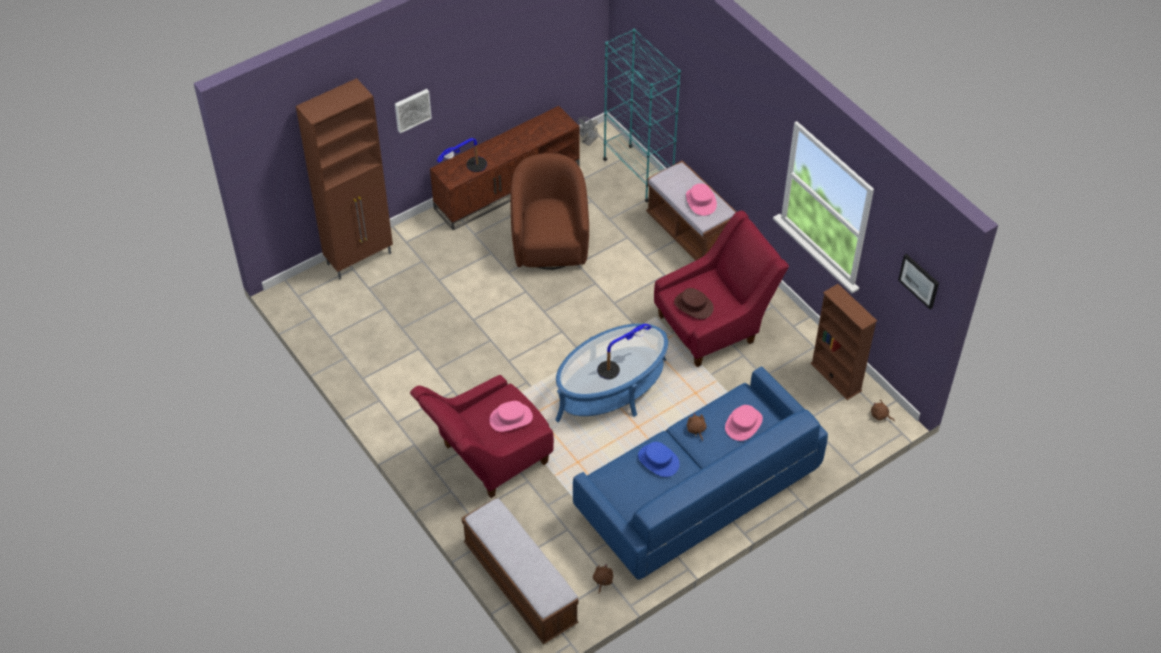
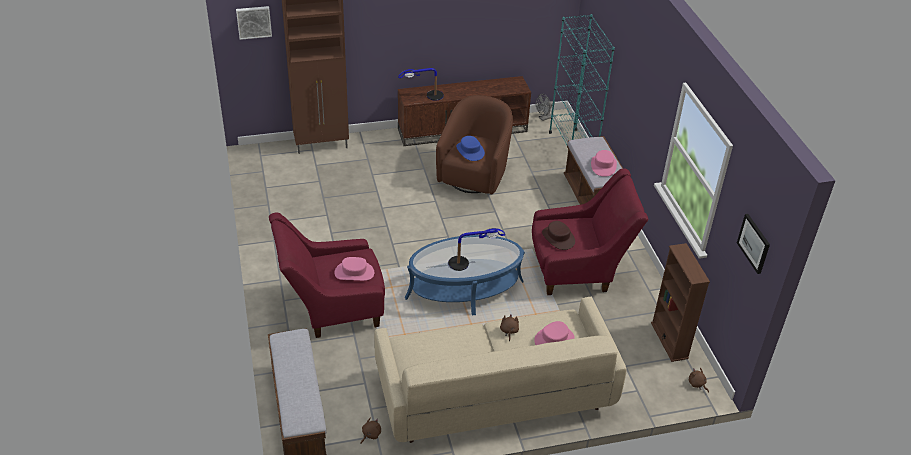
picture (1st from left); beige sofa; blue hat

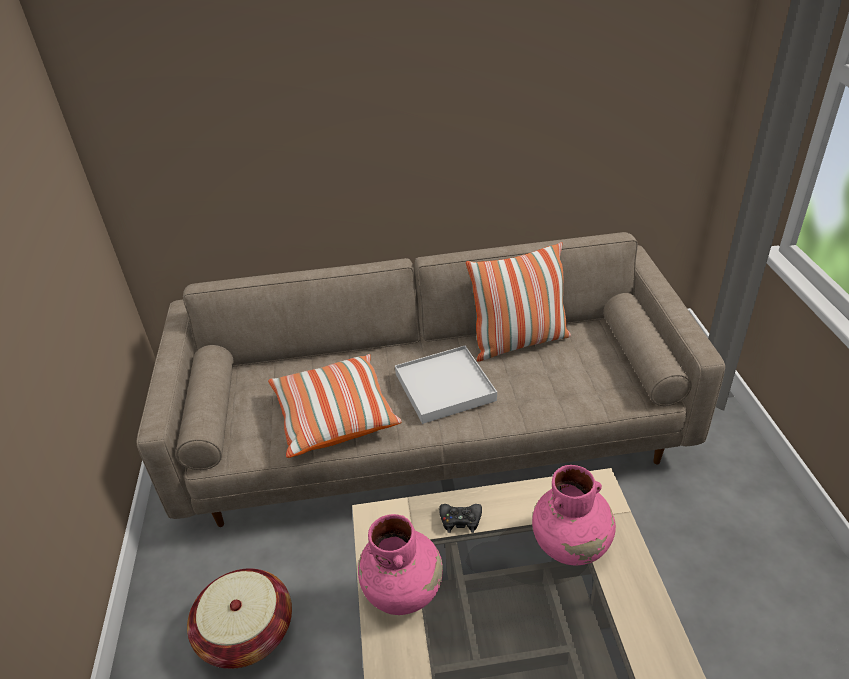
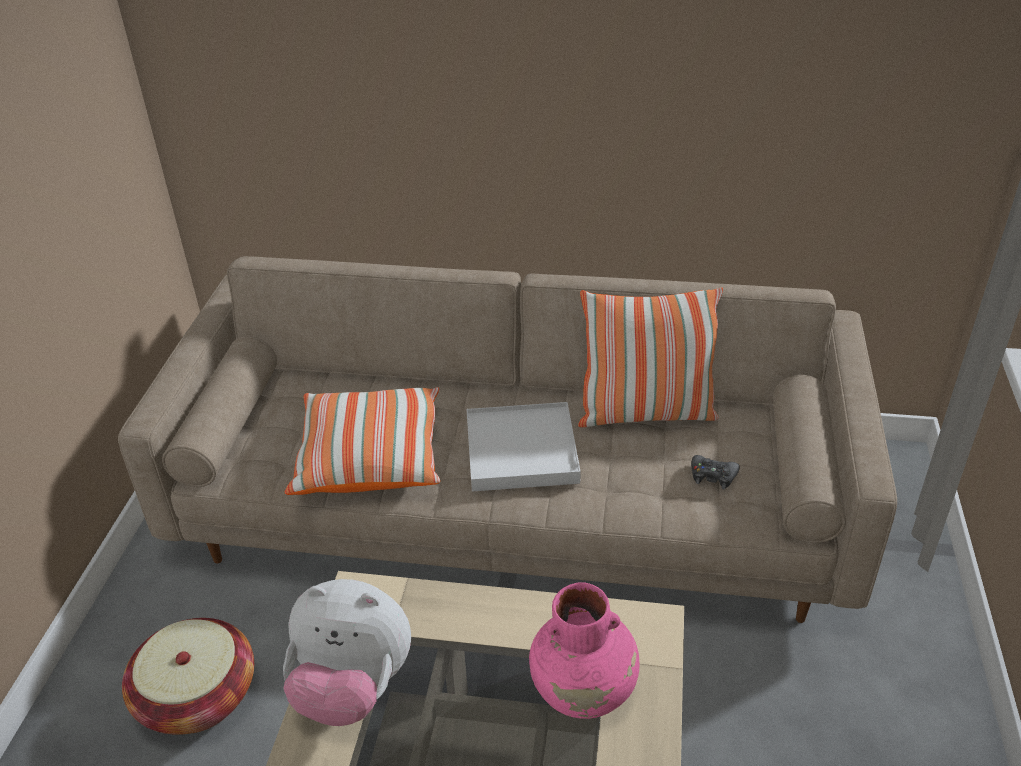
plush toy; black game controller

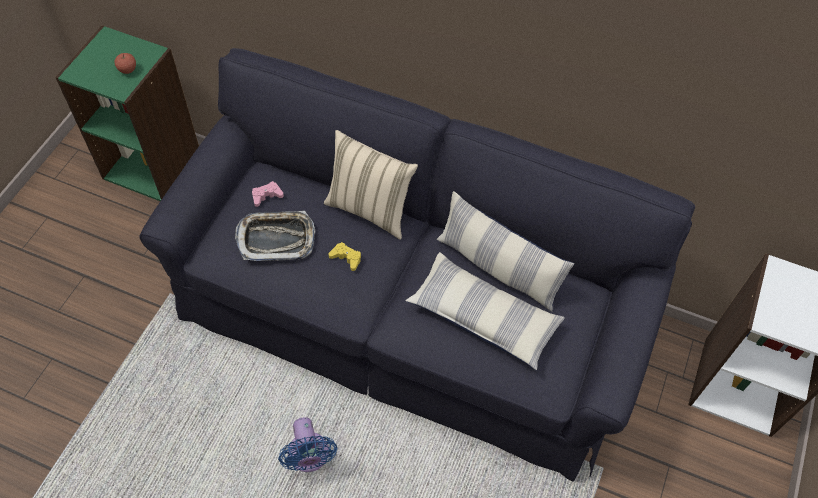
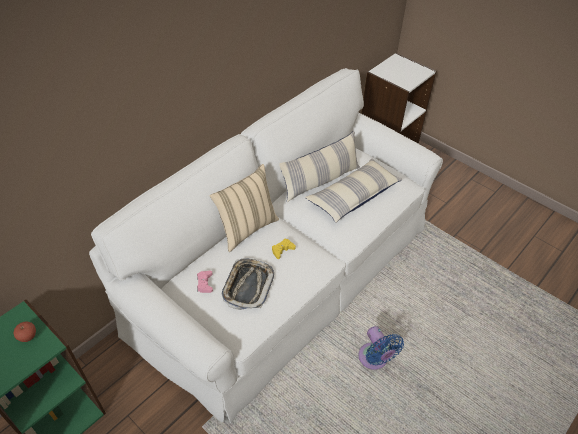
white sofa; blue fan

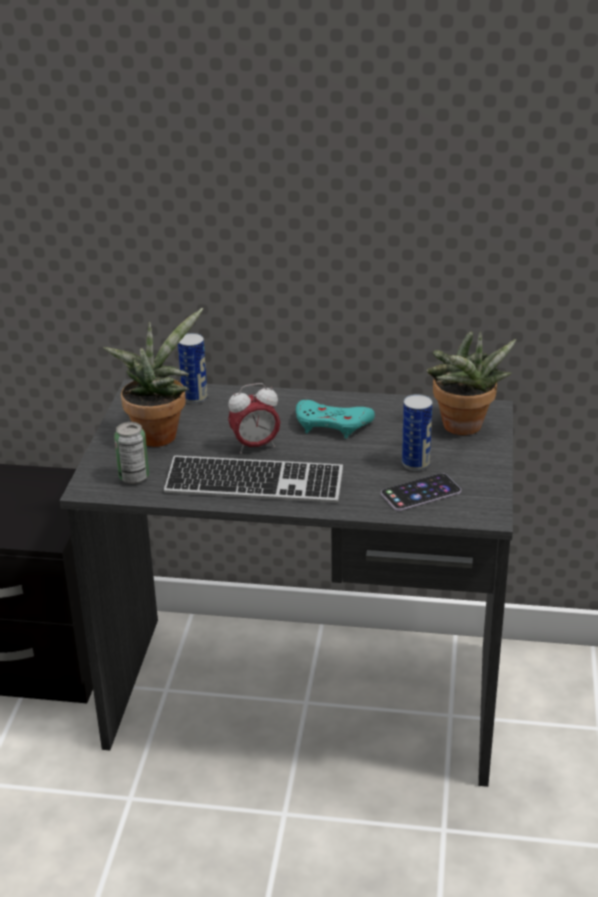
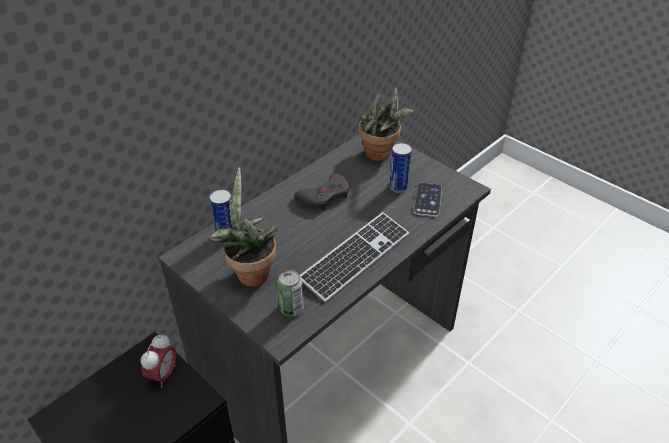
alarm clock; grey game controller

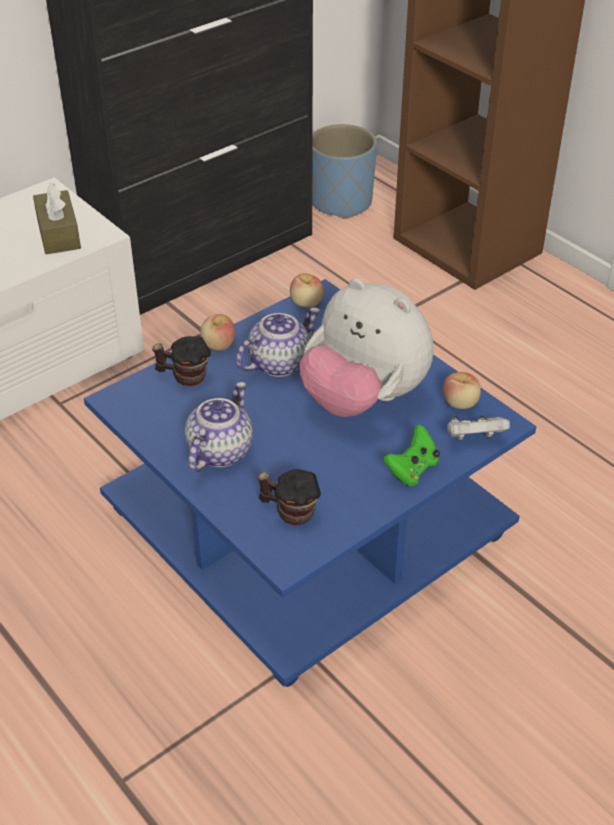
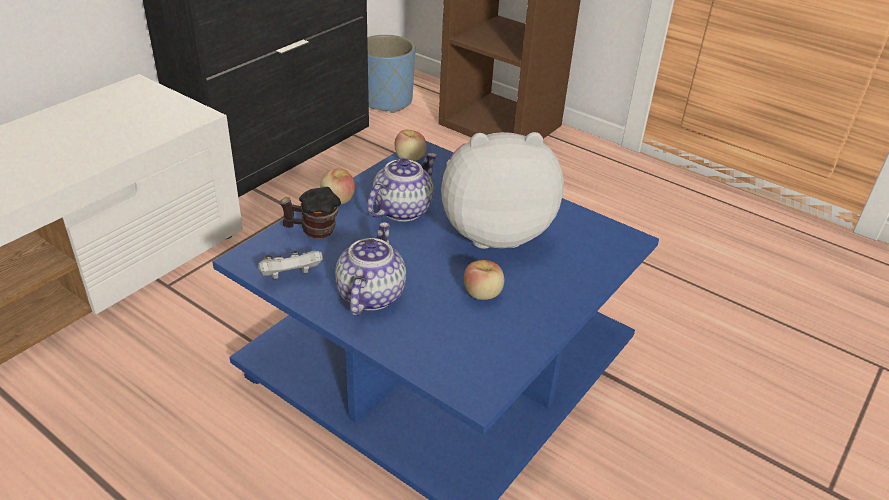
white game controller; plush toy; apple (3rd from left); brown tissue box; mug (2nd from left in the first image); green game controller

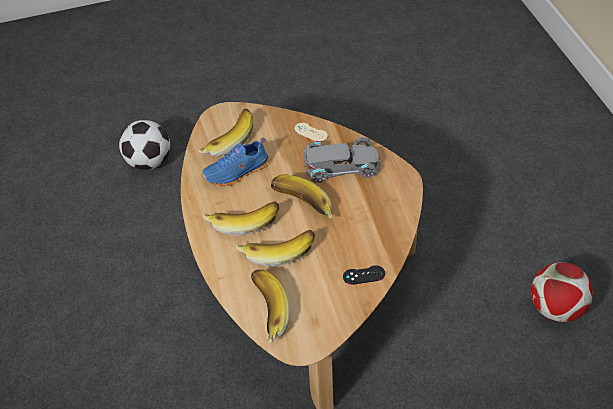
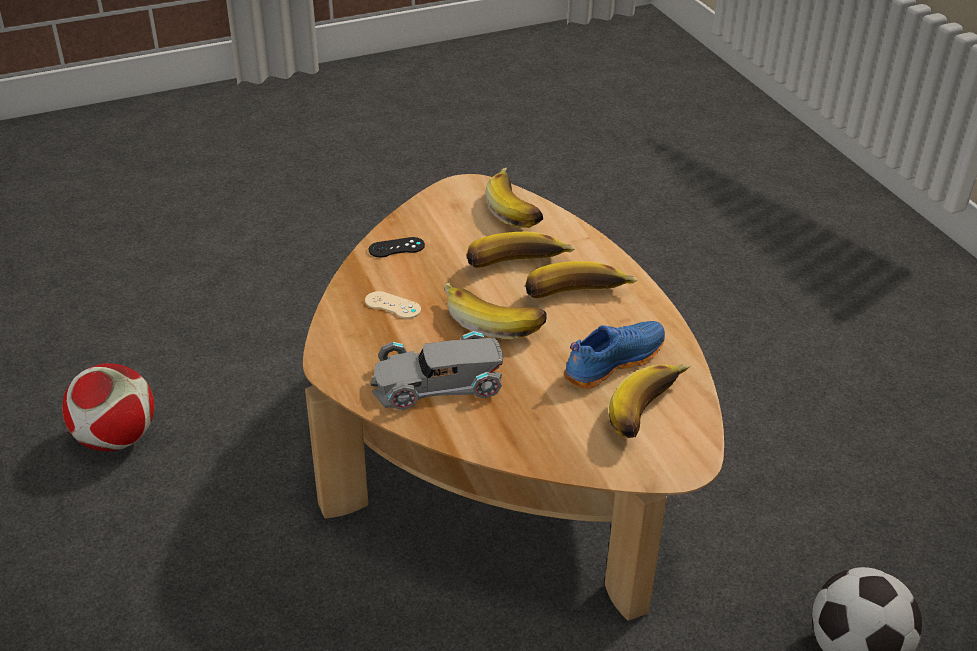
beige game controller

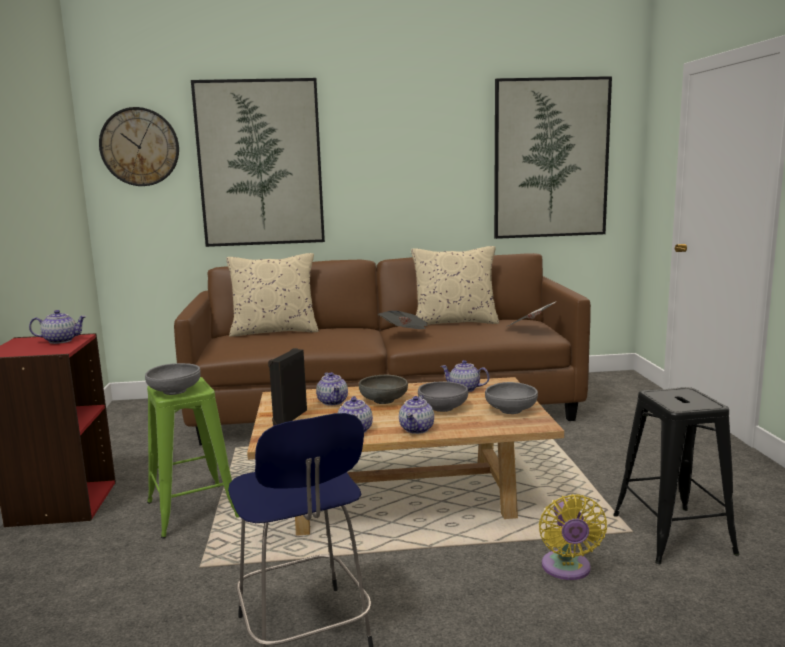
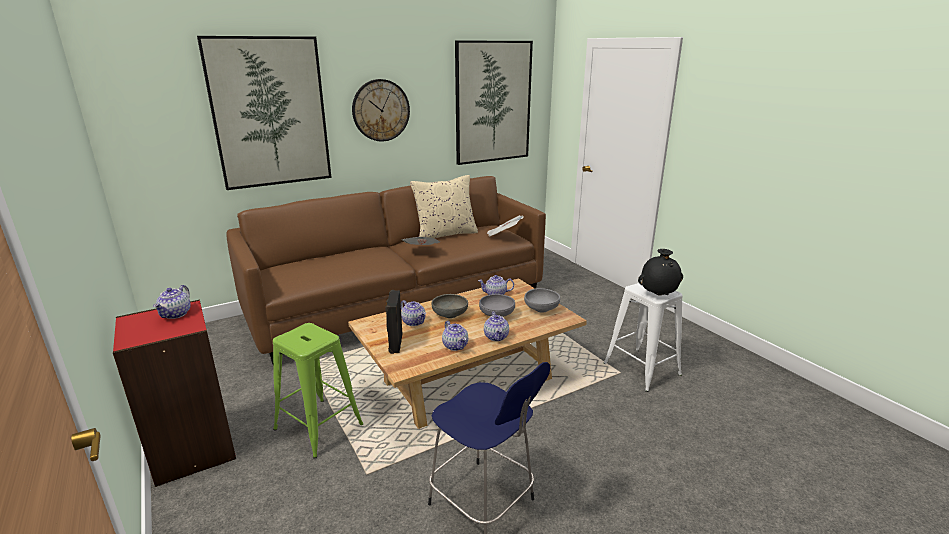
teapot (1st from left); wall clock; white stool; black vase; grey bowl (1st from left in the first image); beige pillow (1st from left in the first image); yellow fan

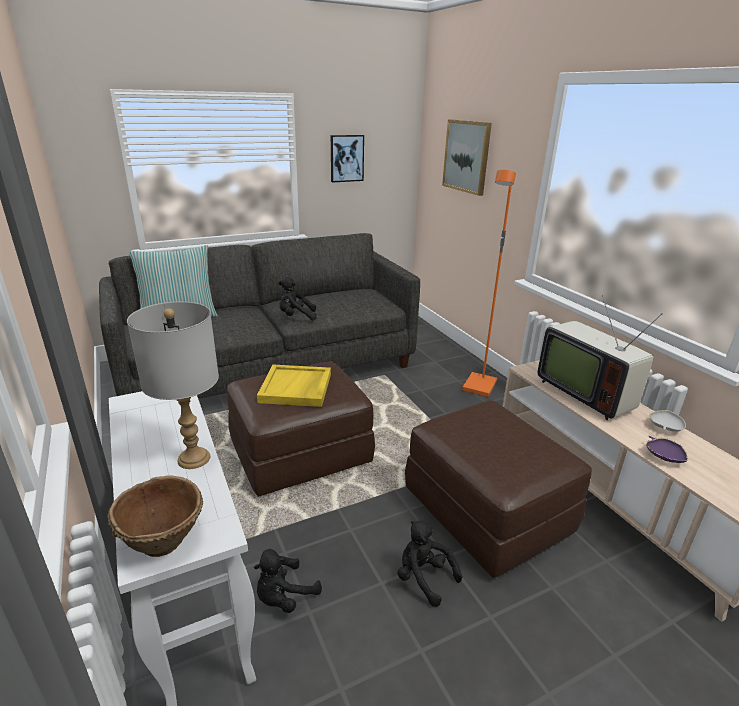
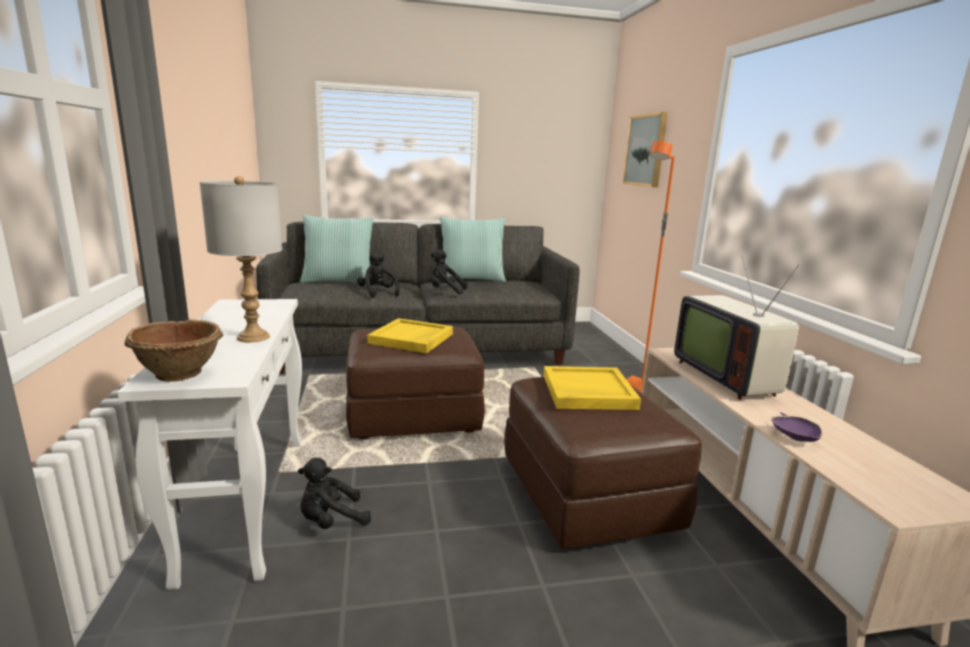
black plush toy (2nd from left); pillow (2nd from left); yellow tray (2nd from left); picture (1st from left in the first image); white bowl

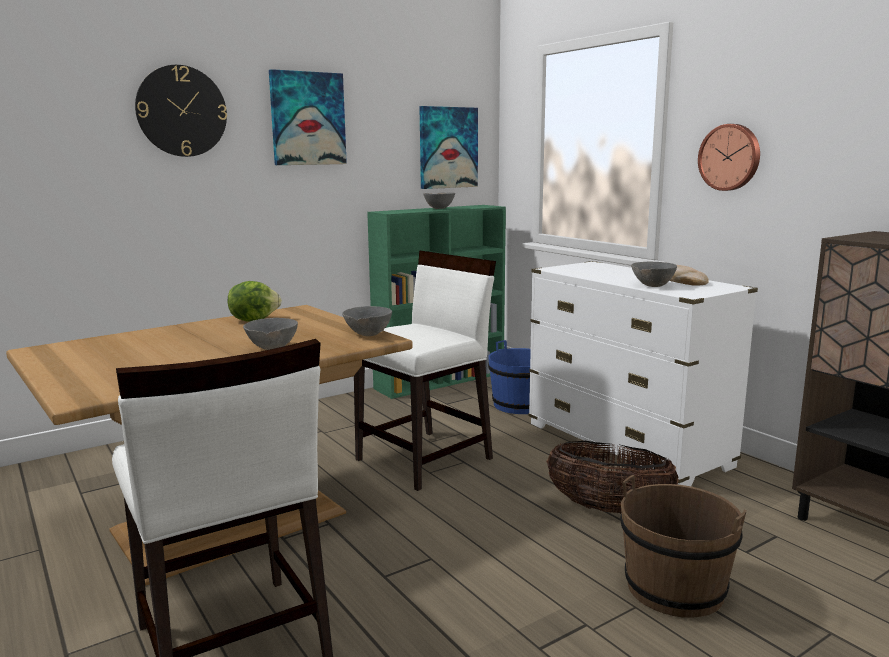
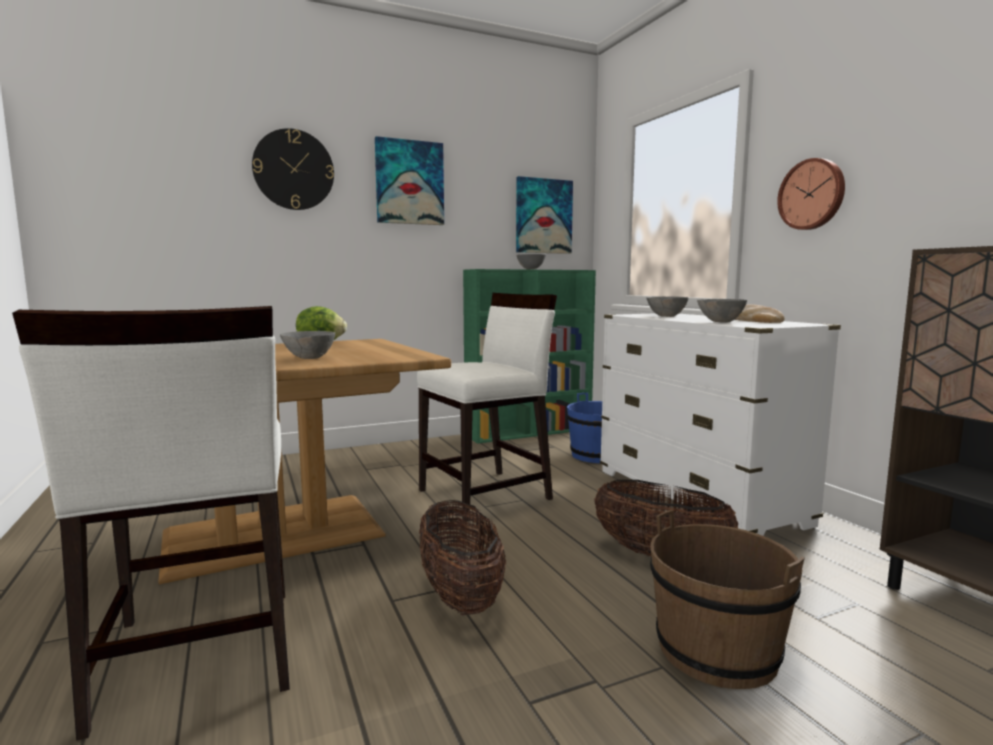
basket (1st from left); grey bowl (3rd from left)

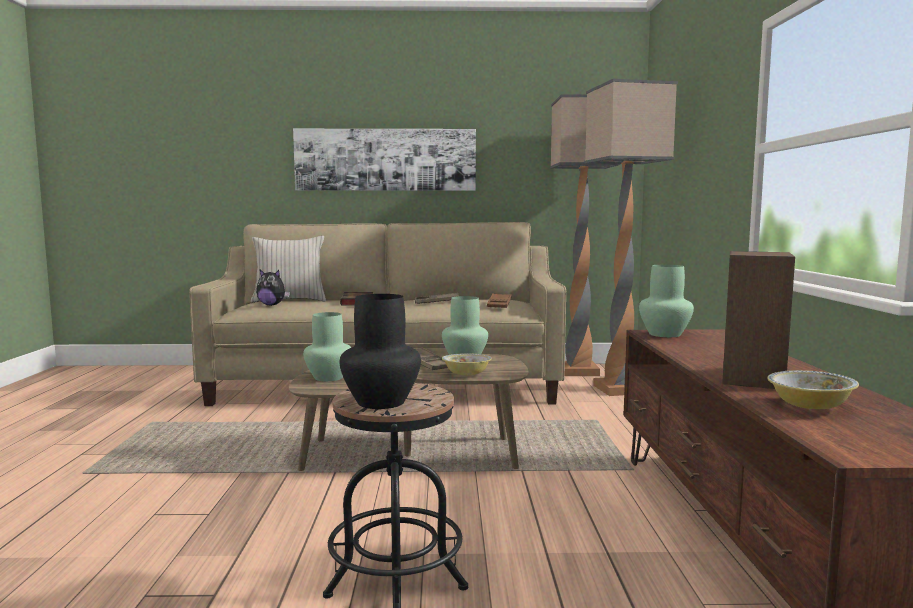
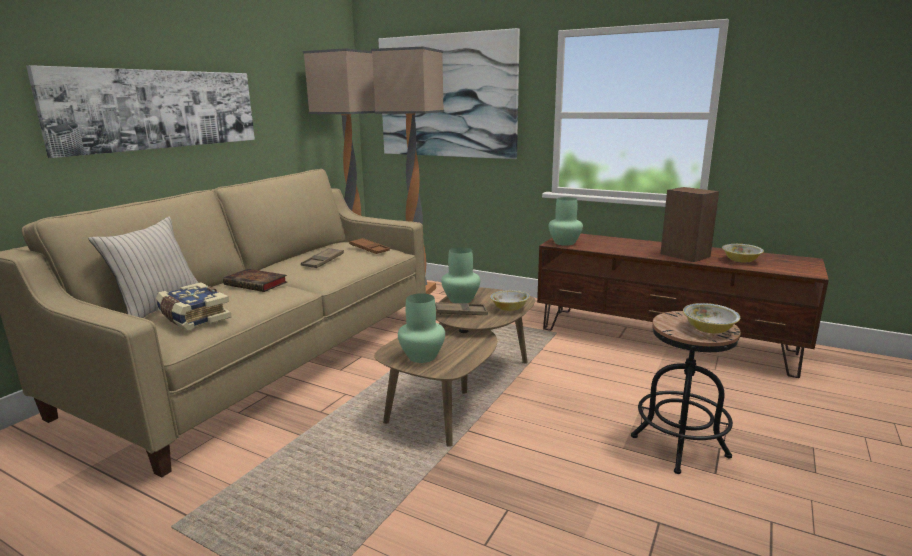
book (1st from left); picture (2nd from left); bowl (2nd from left)

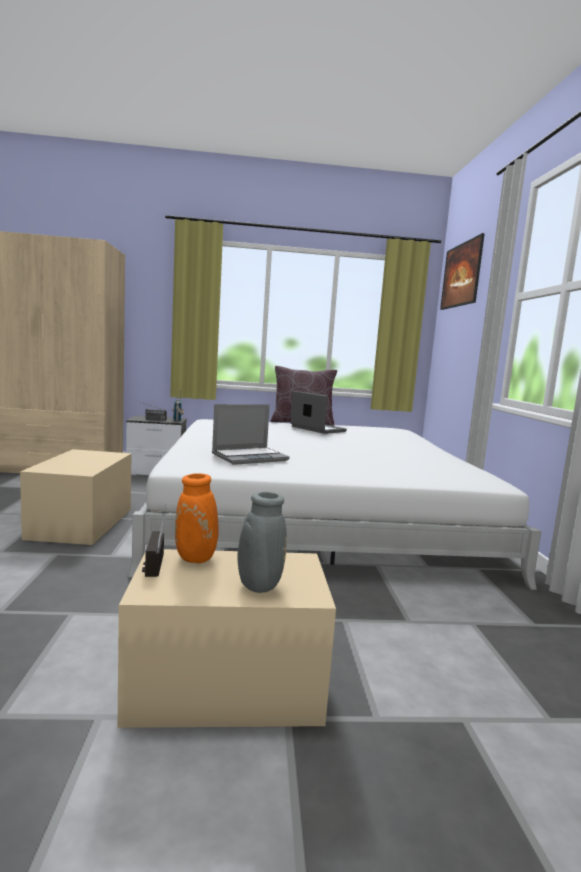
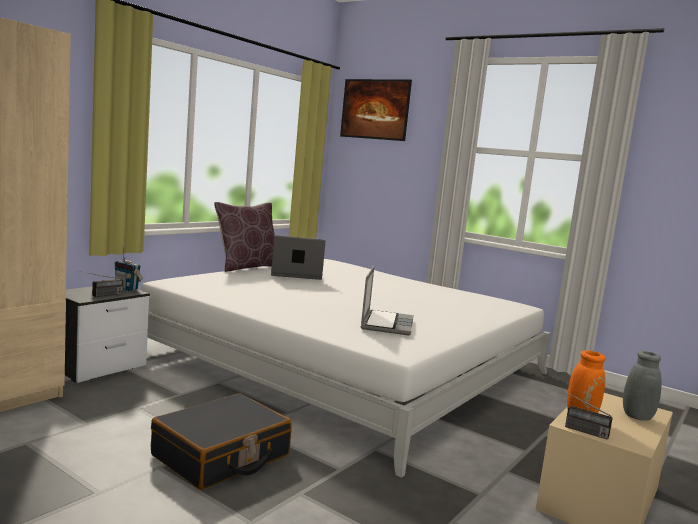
black suitcase

